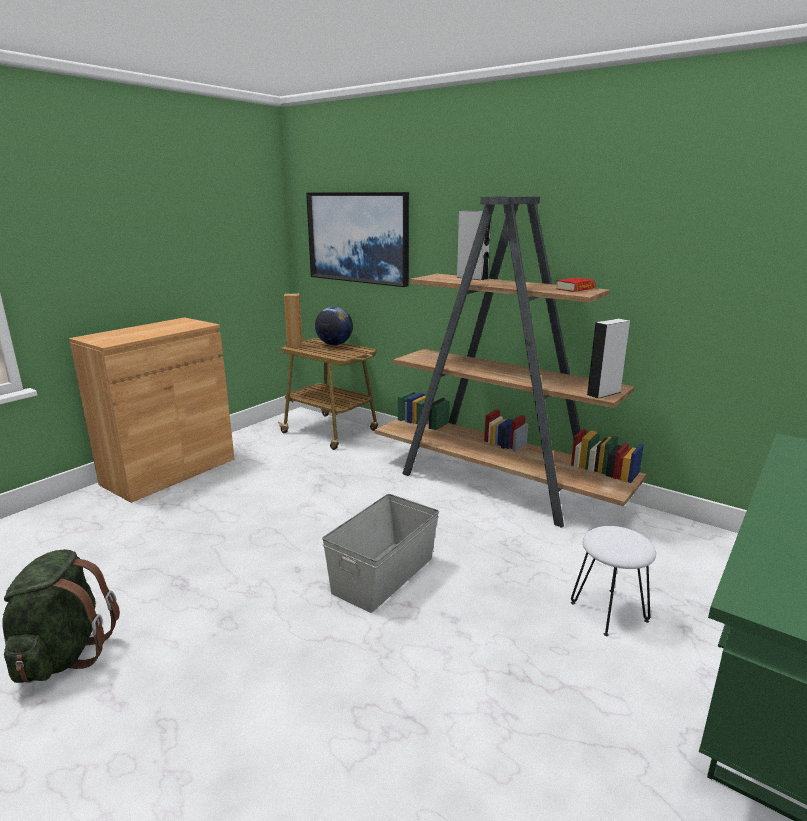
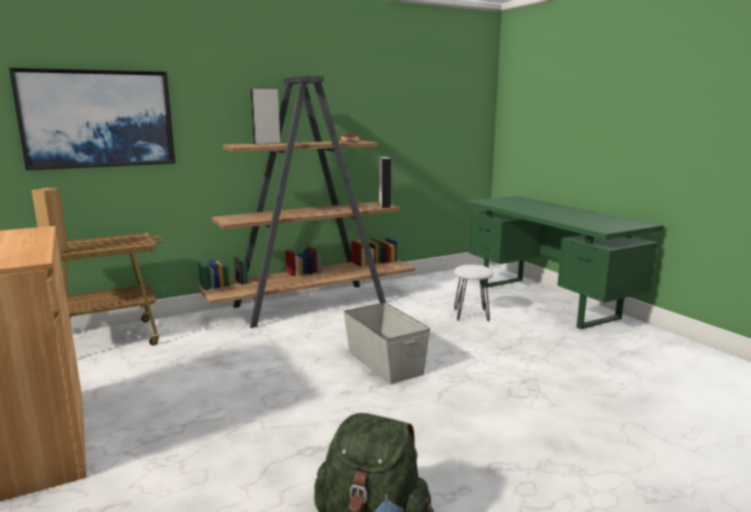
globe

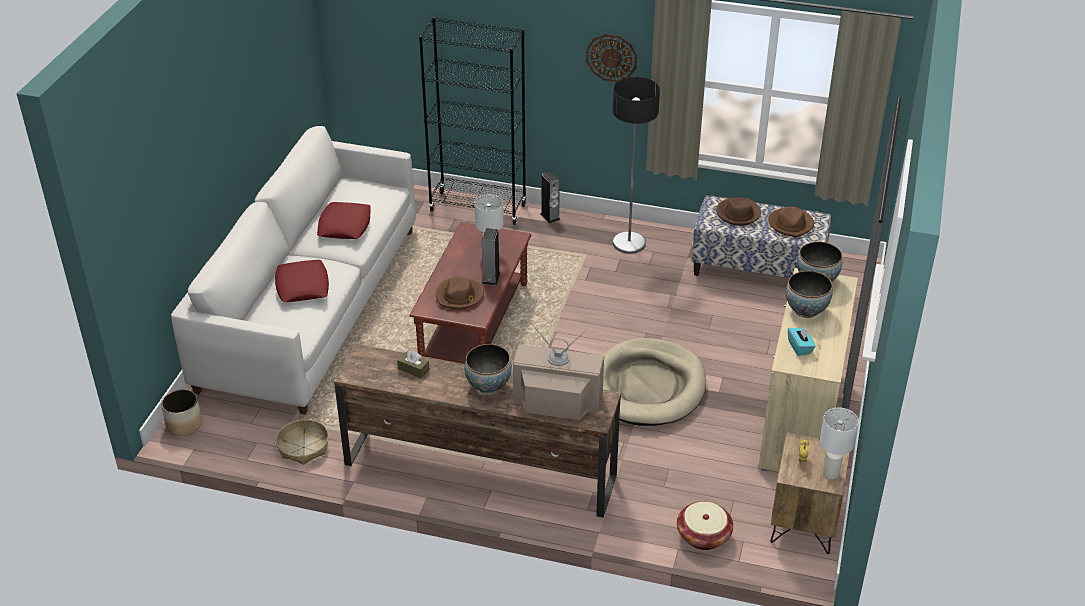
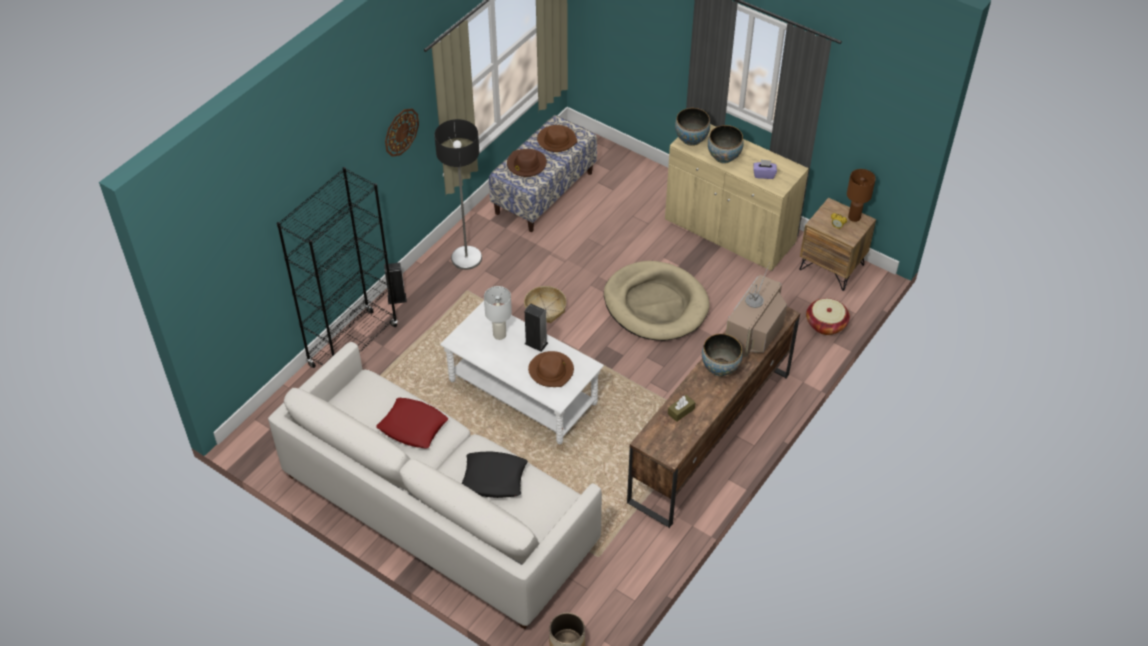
white coffee table; black pillow; basket (1st from left); purple tissue box; brown table lamp

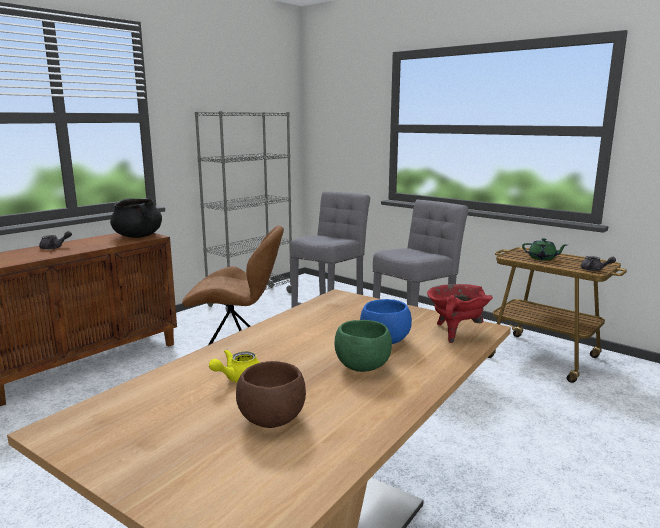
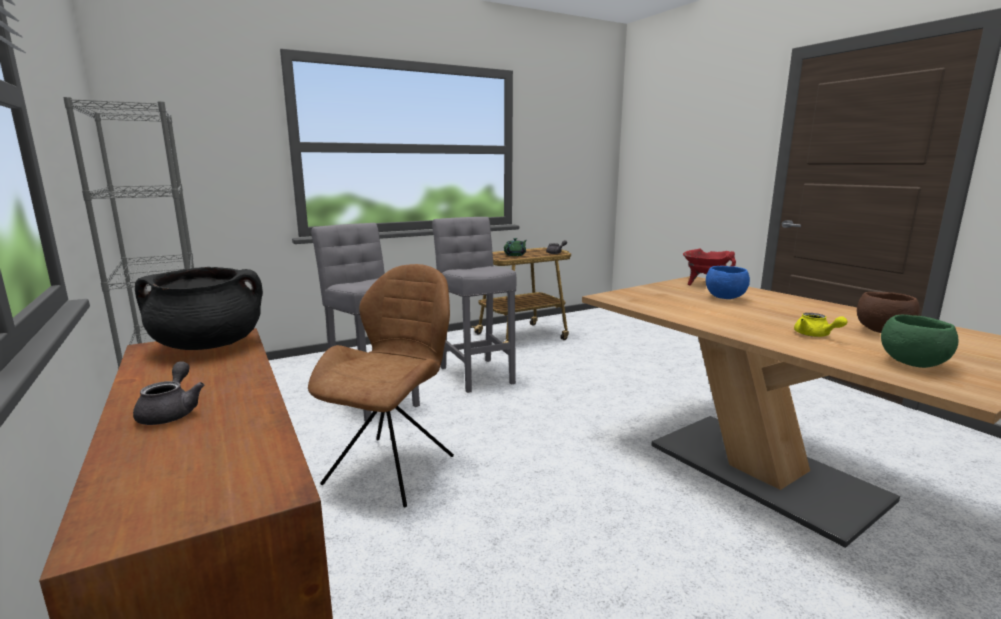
green bowl

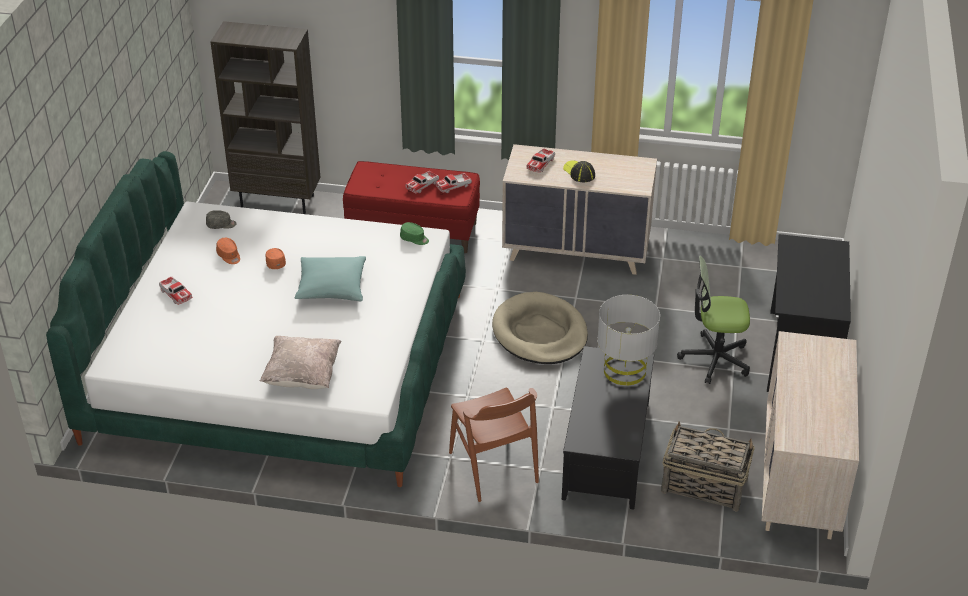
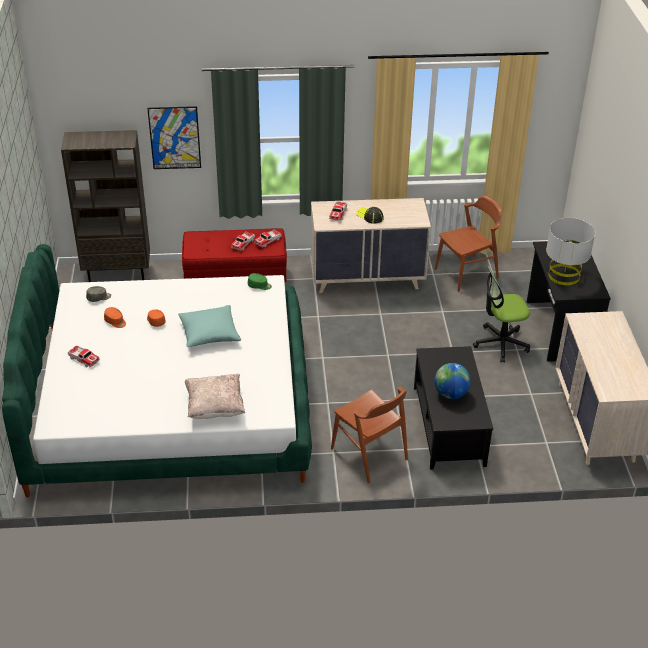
picture; globe; brown chair (2nd from left); grey table lamp; beige dog bed; basket

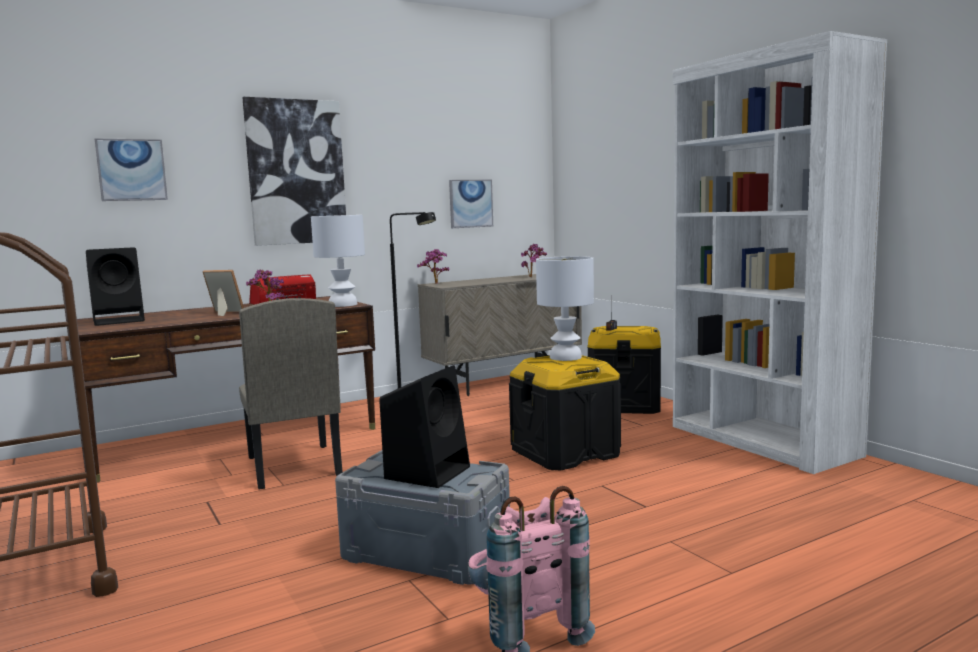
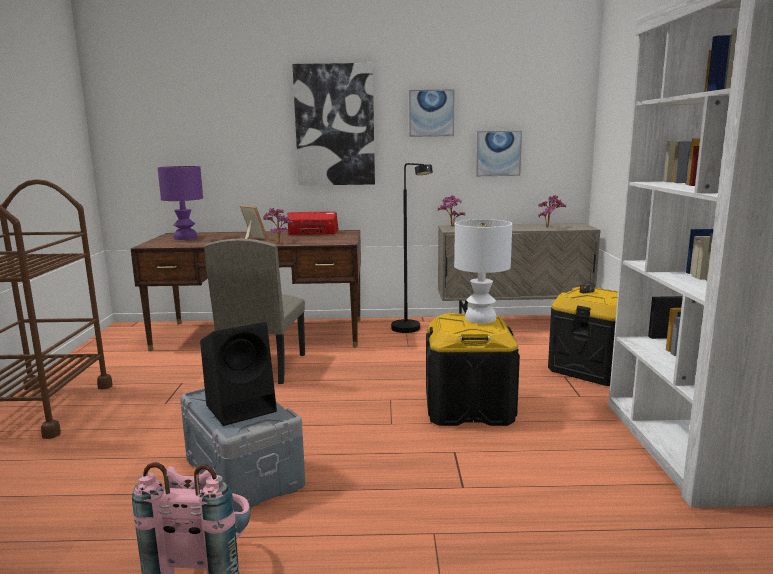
purple table lamp; picture (2nd from left); white table lamp (1st from left in the first image)

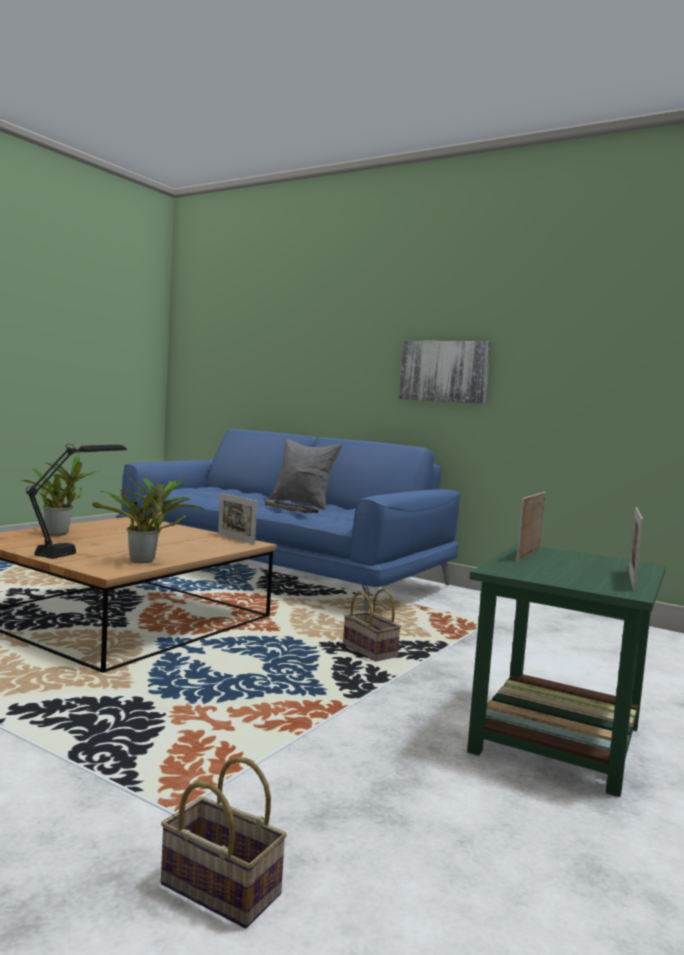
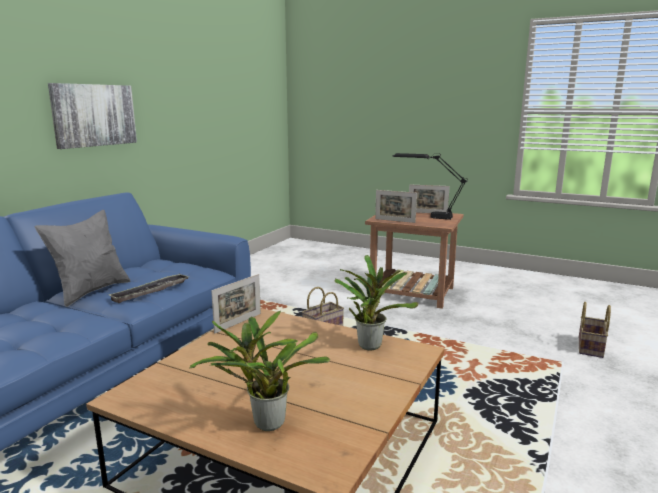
brown side table; black table lamp

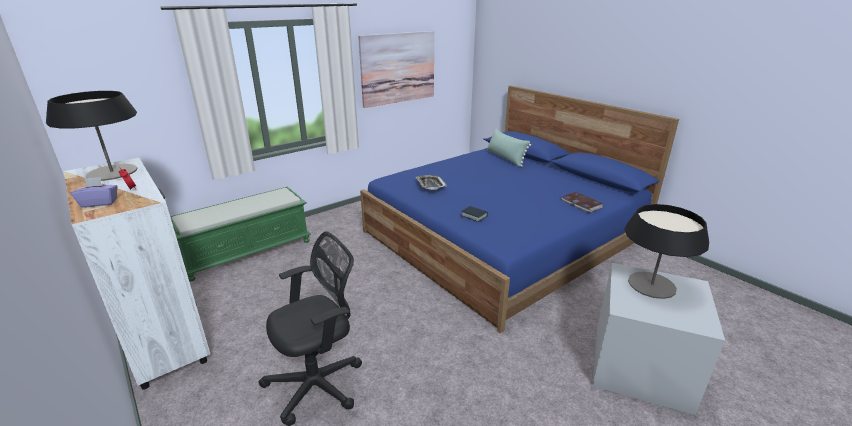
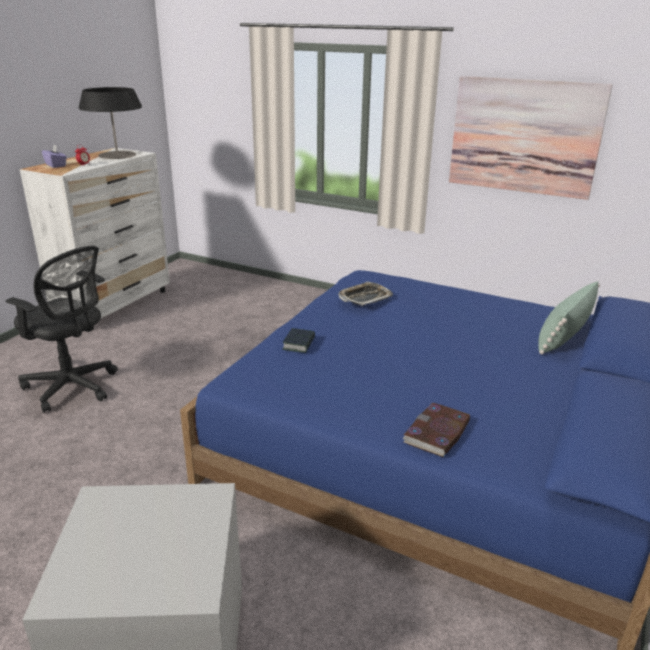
green bench; table lamp (2nd from left in the first image)

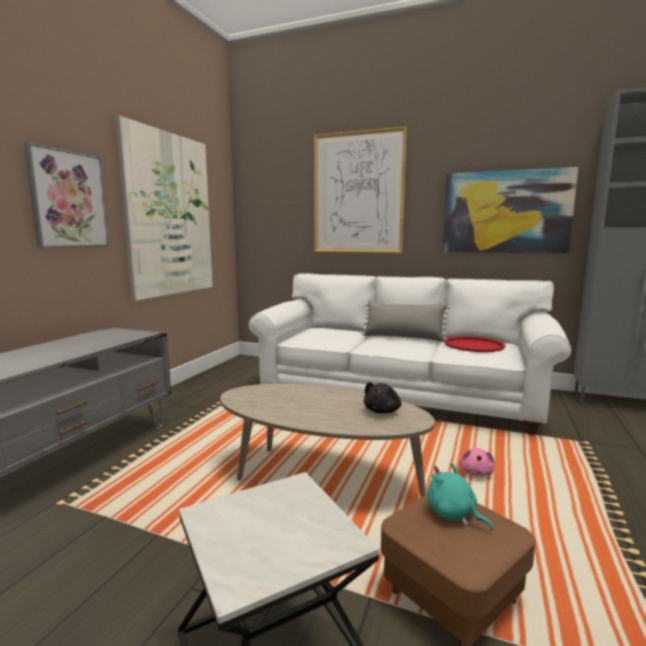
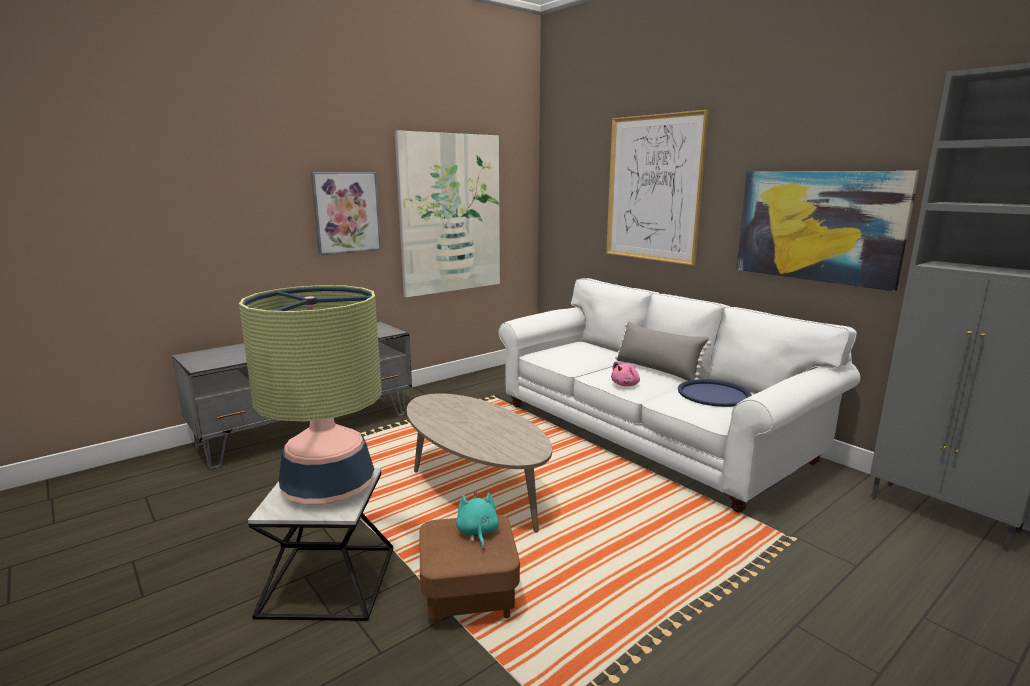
table lamp; pink plush toy; blue tray; black plush toy

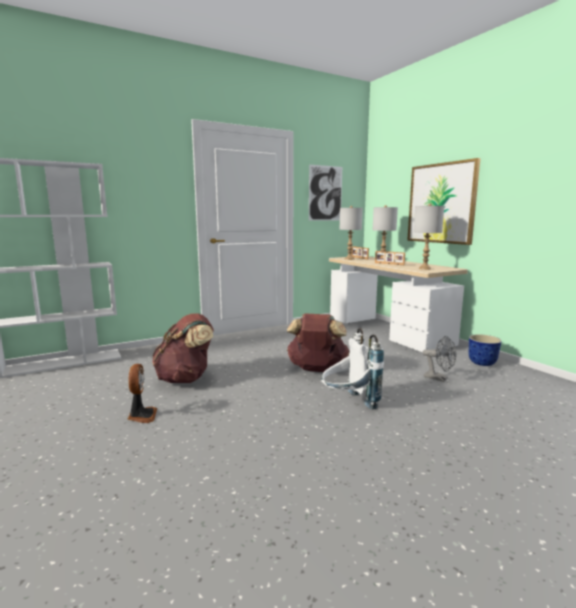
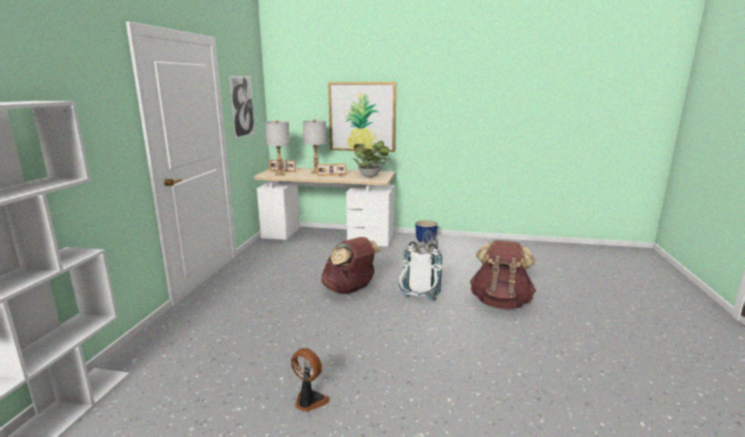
potted plant; brown backpack (2nd from left)

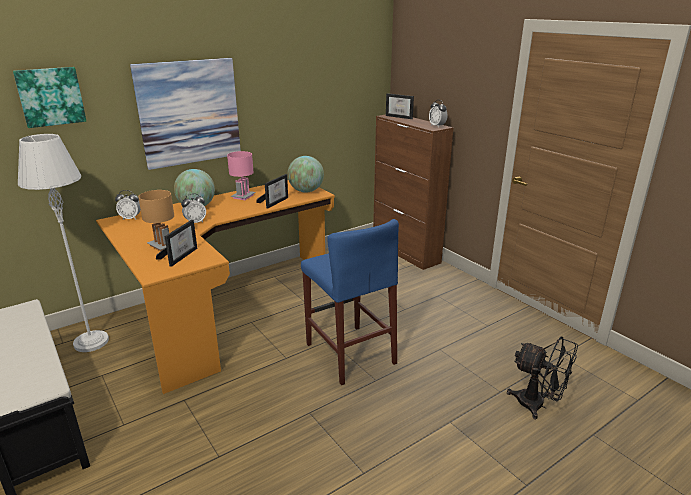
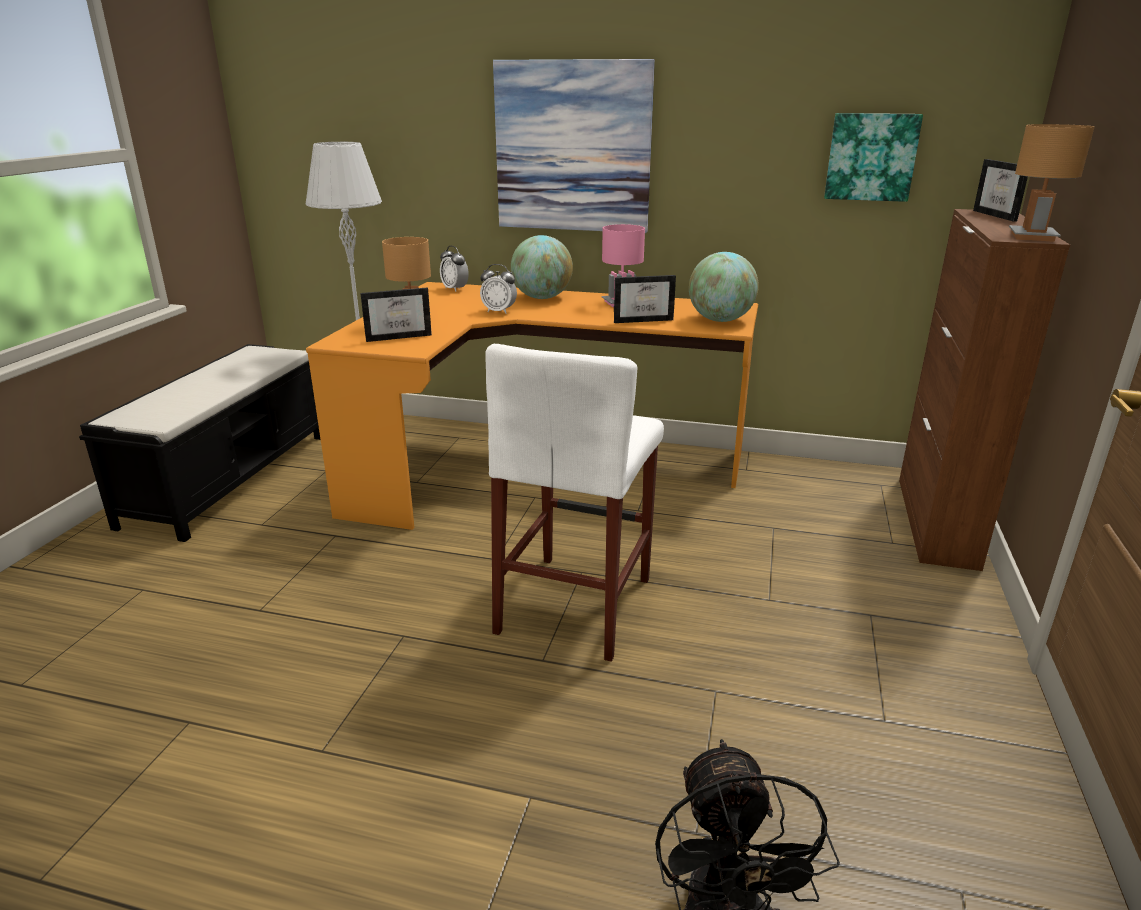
white stool; picture (2nd from left); brown table lamp (2nd from left)

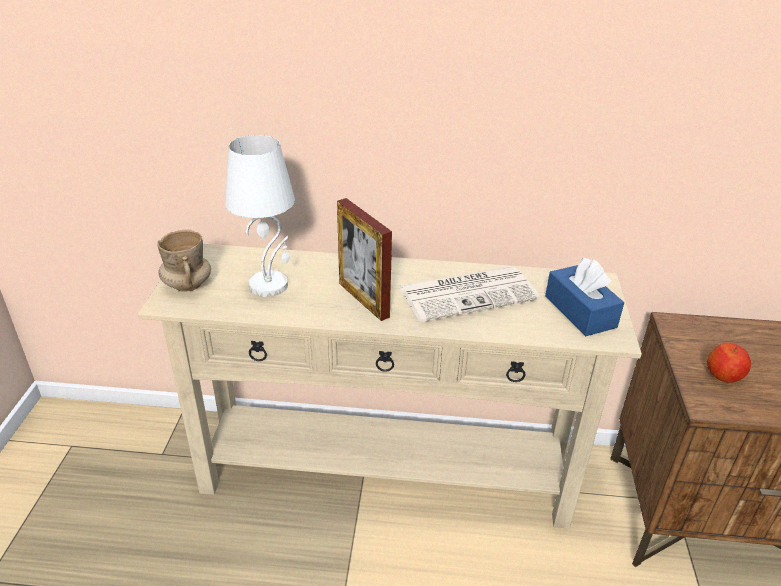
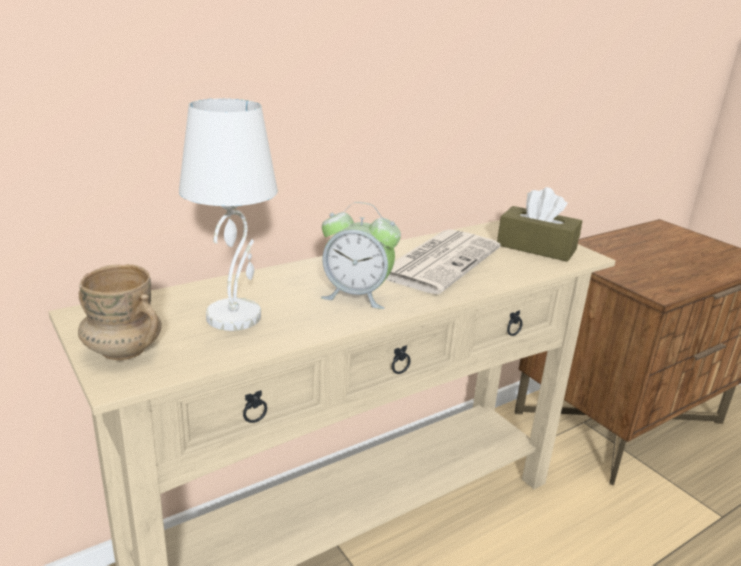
alarm clock; brown tissue box; apple

